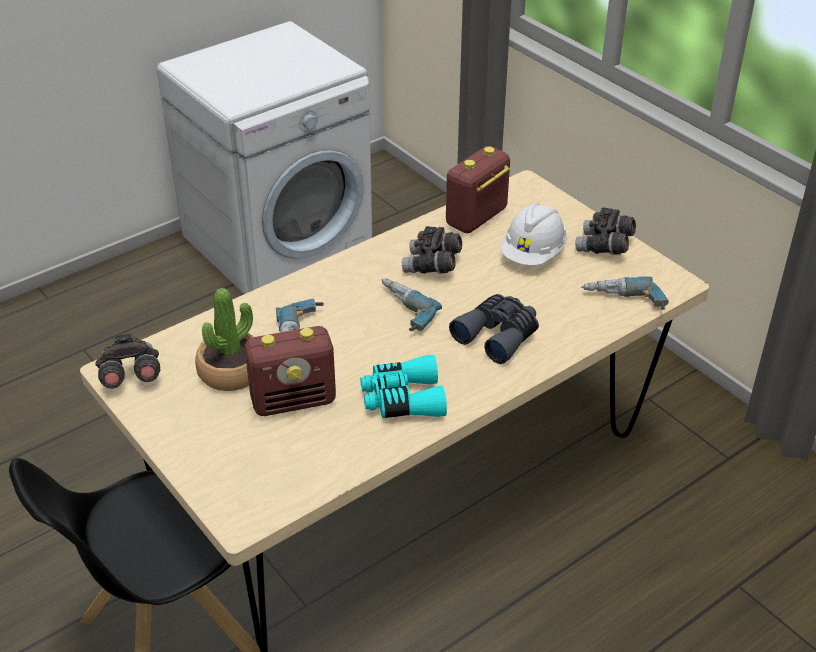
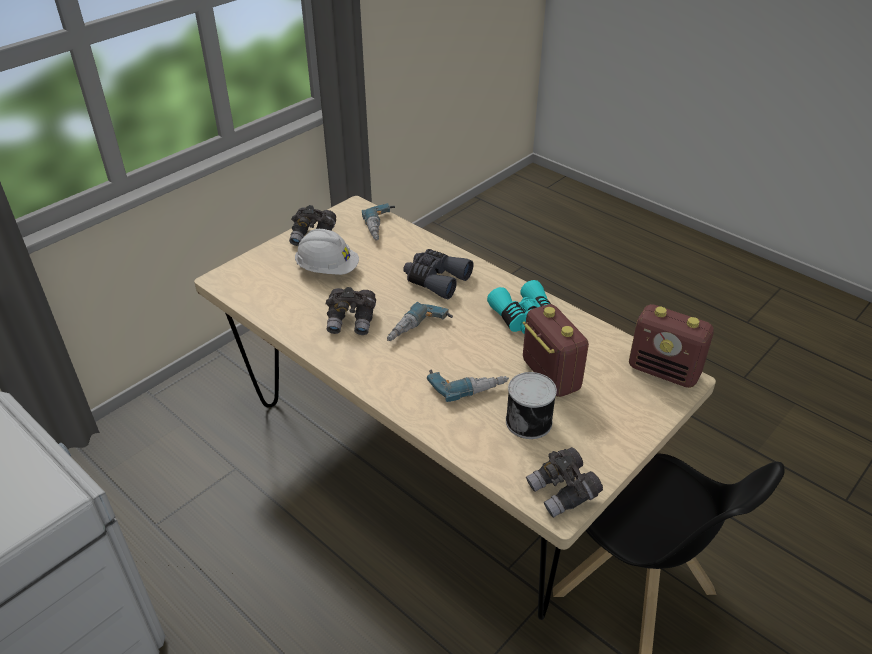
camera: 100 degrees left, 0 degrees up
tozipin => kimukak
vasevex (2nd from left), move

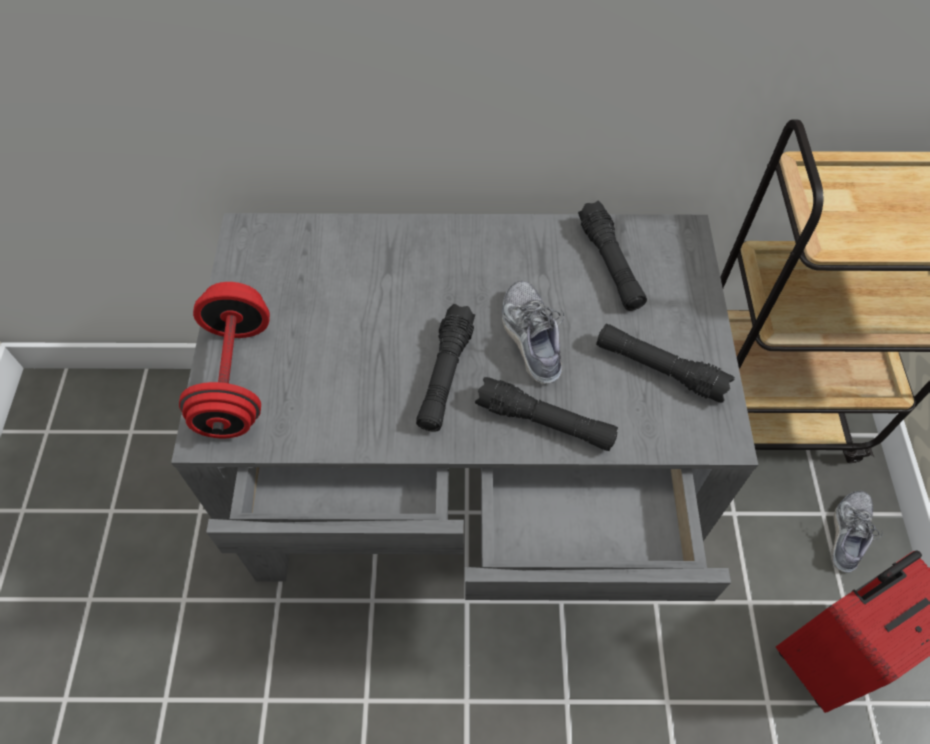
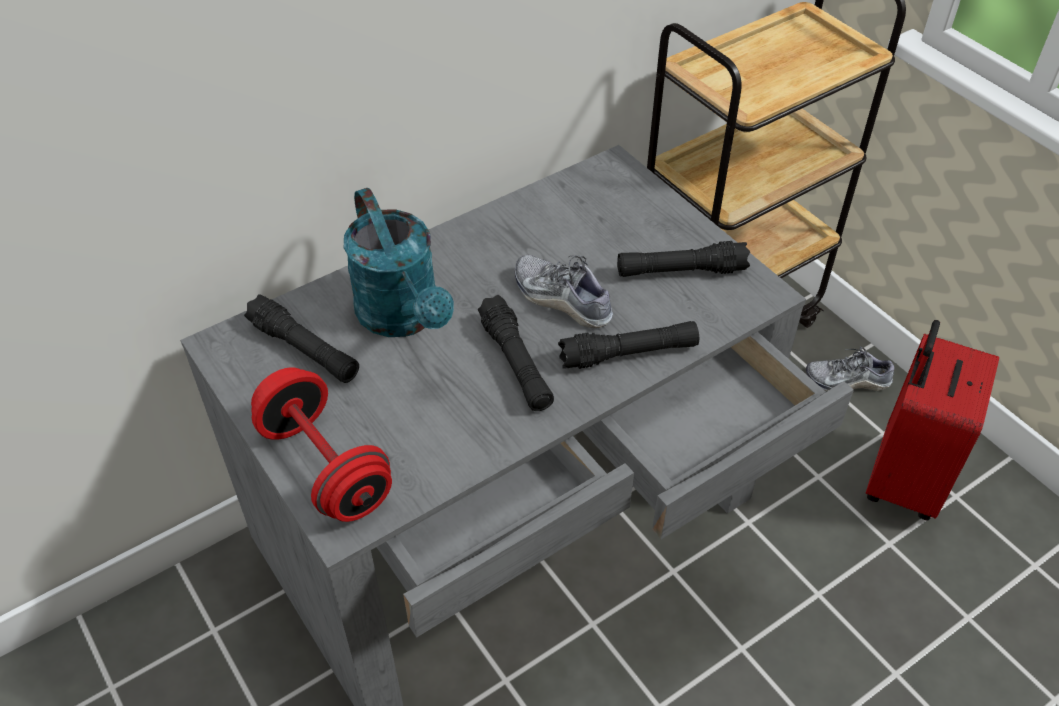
camera: 35 degrees left, 10 degrees down
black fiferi (3rd from left in the first image) => black fiferi (1st from left), move
nothing => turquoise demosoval
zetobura (2nd from left), 75 degrees counterclockwise

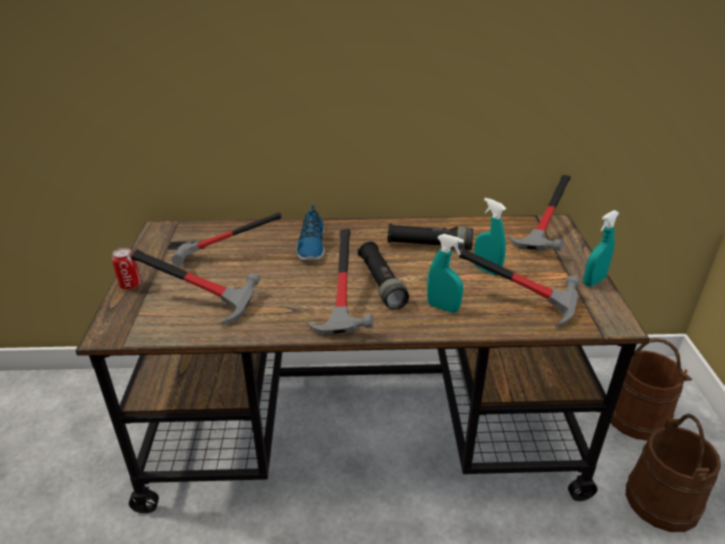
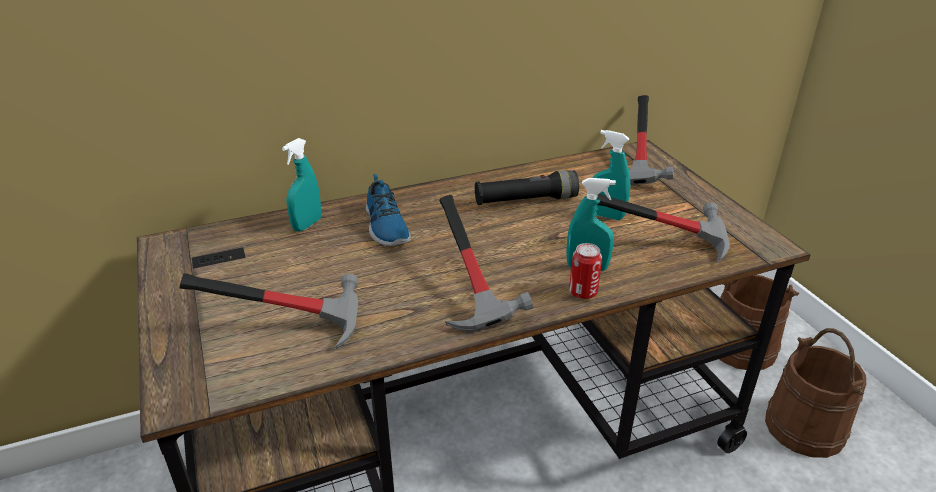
camera: 20 degrees left, 0 degrees up
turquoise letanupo (3rd from left in the first image) => turquoise letanupo (1st from left), move
kimukak, move
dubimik (2nd from left) => nothing
black fiferi (1st from left) => nothing

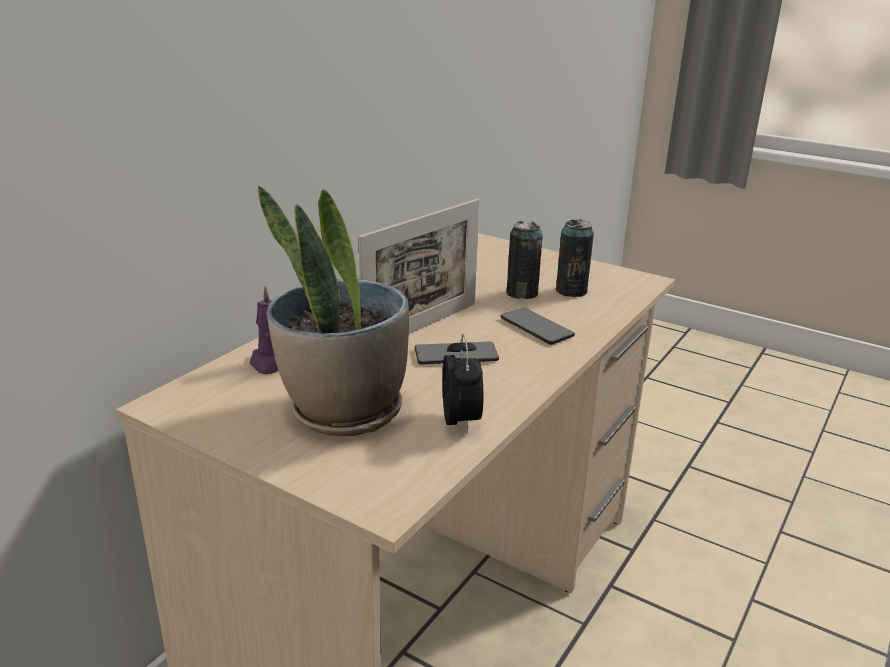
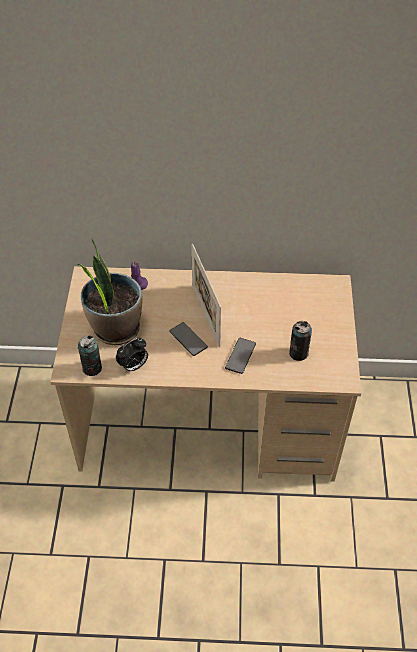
camera: 60 degrees right, 25 degrees up
kimukak (1st from left), move
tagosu, 60 degrees clockwise

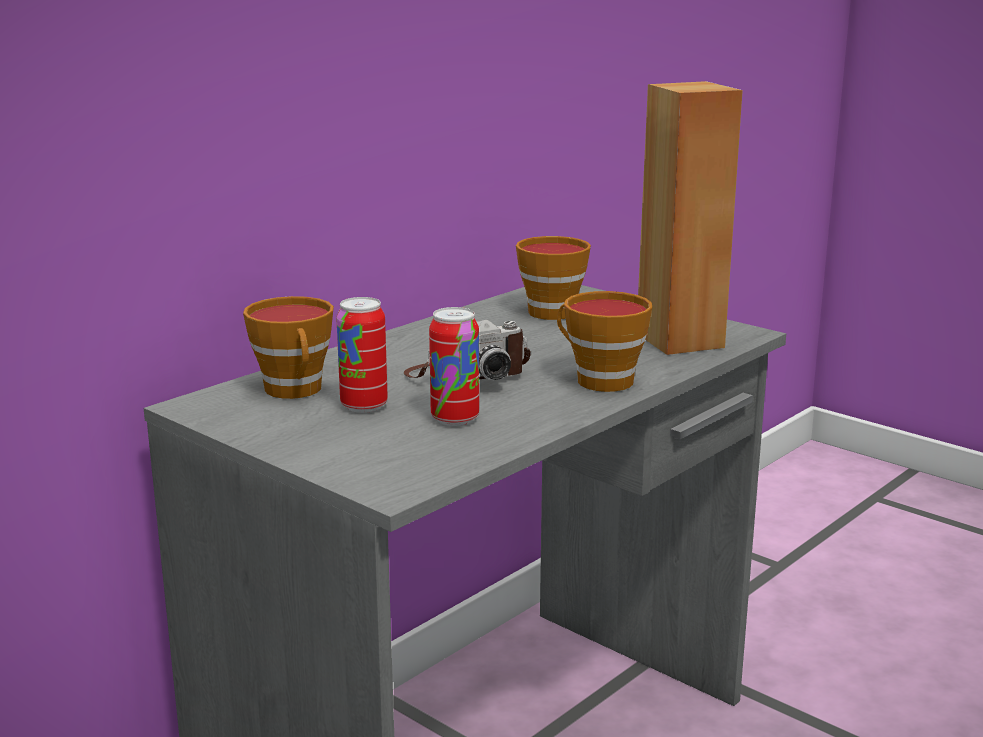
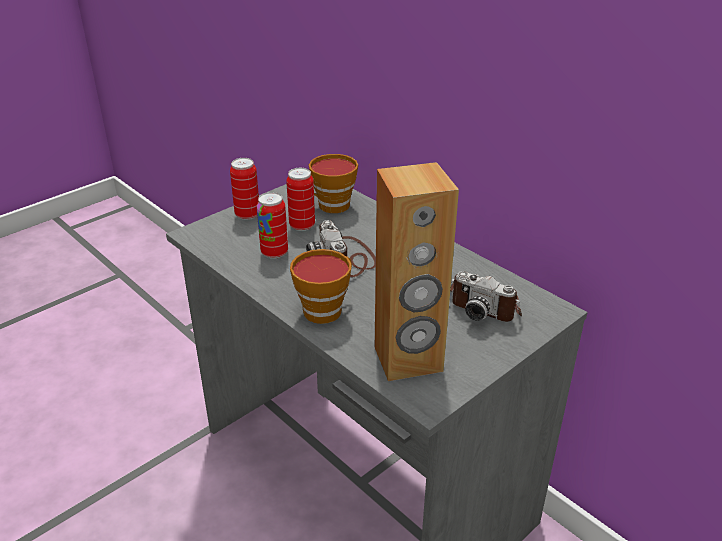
camera: 95 degrees right, 15 degrees up
nothing => kimukak (1st from left)
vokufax (2nd from left) => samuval (2nd from left)

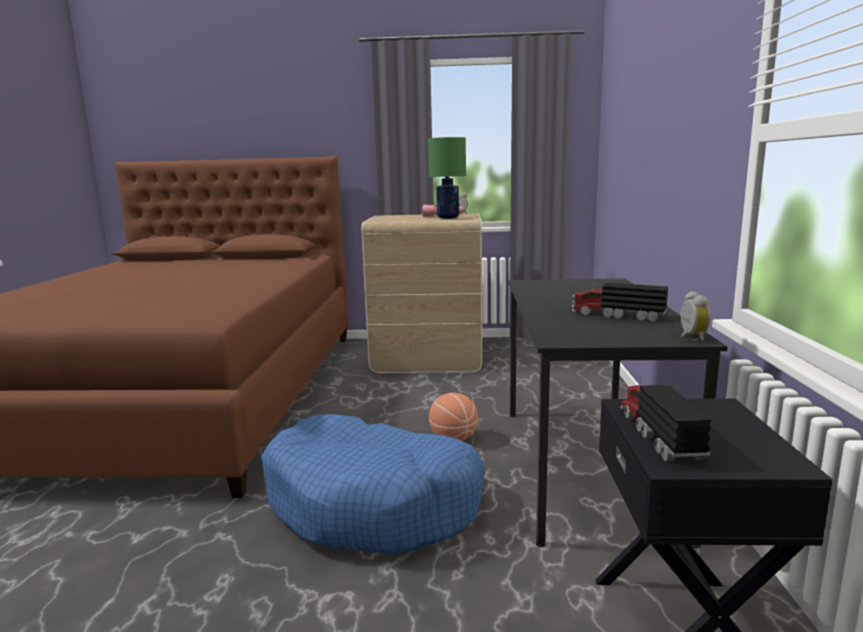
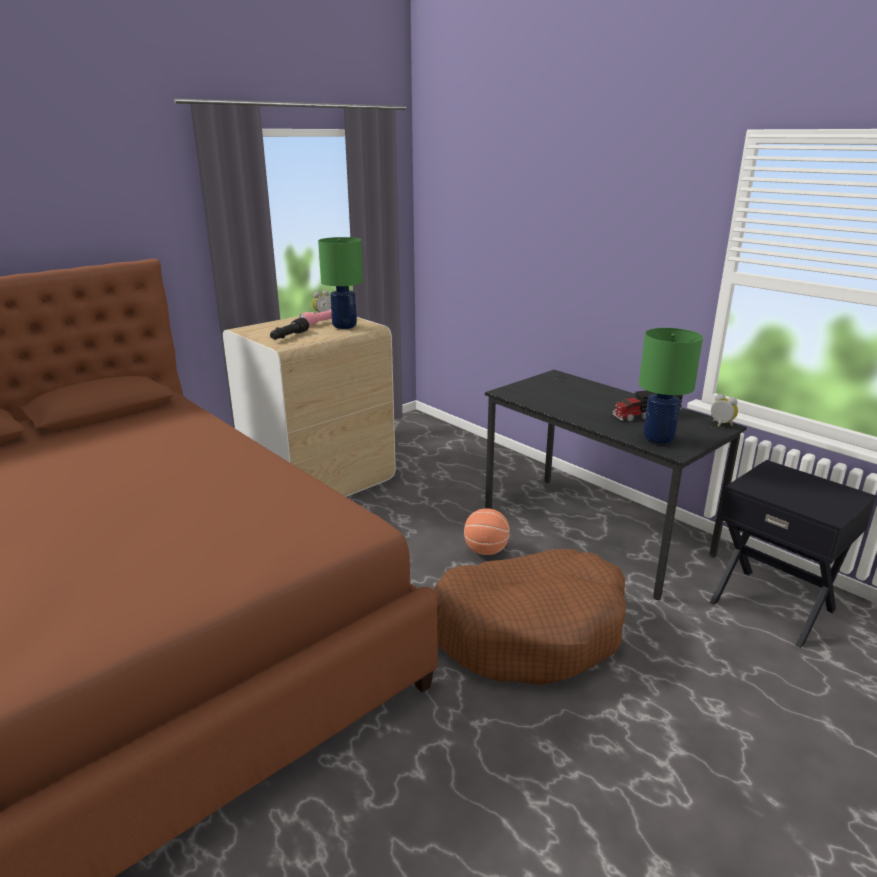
camera: 45 degrees left, 10 degrees up
nothing => black fiferi
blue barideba => brown barideba
nothing => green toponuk (2nd from left)
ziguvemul (2nd from left) => nothing

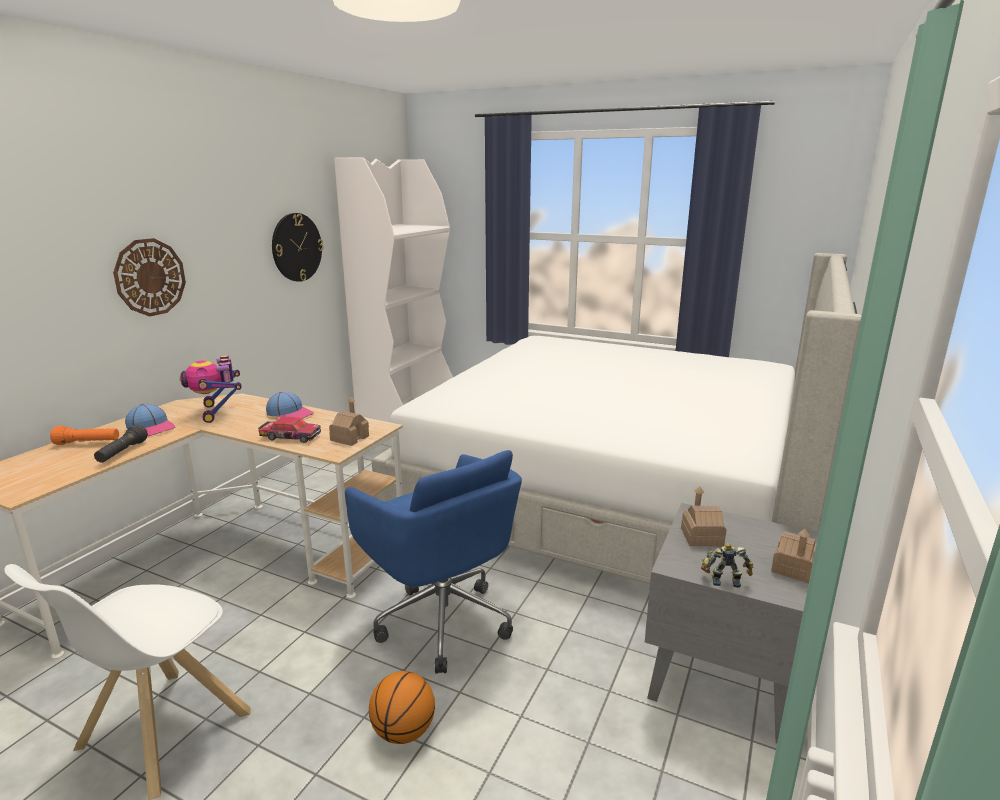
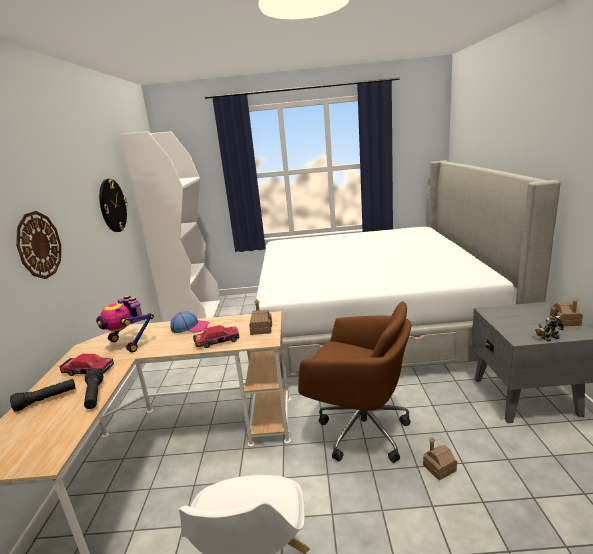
camera: 25 degrees left, 0 degrees up
orange fiferi => black fiferi (1st from left)
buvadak (1st from left) => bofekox (1st from left)
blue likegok => brown likegok
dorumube (2nd from left), move
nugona => nothing

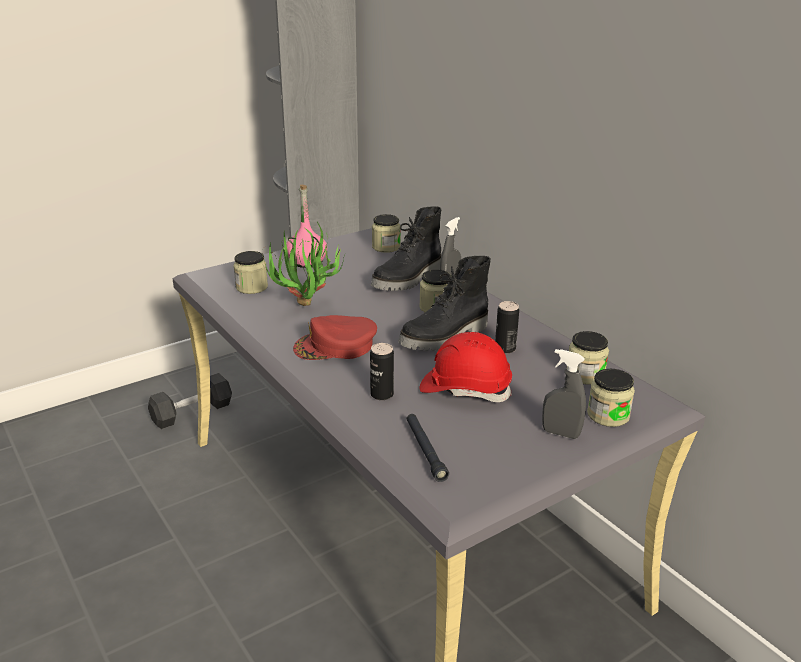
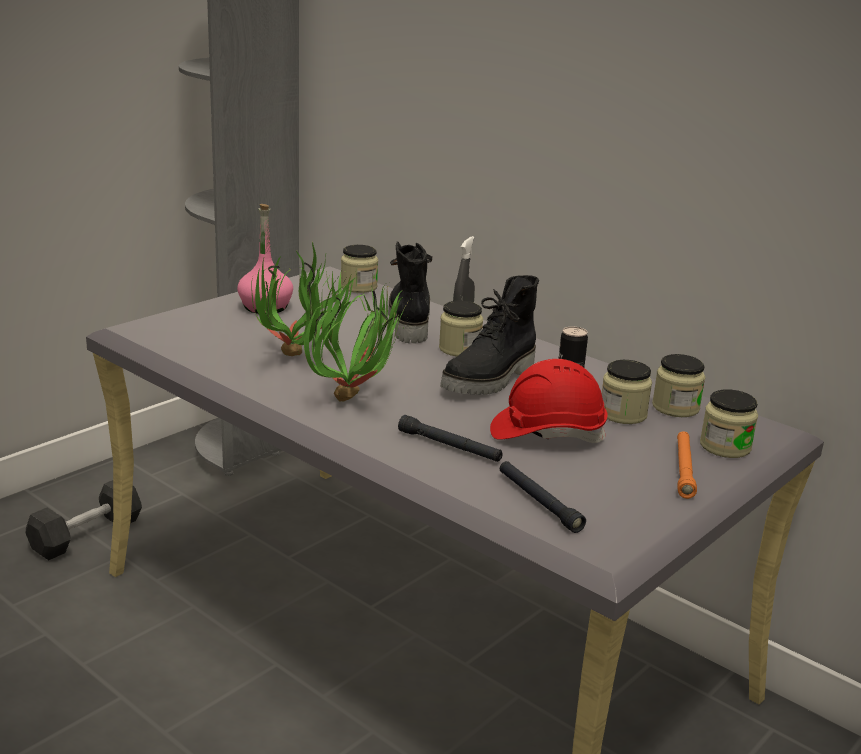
camera: 15 degrees left, 5 degrees down
red buvadak => tozipin (2nd from left)
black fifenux (1st from left), 150 degrees clockwise
kimukak (1st from left) => black fiferi (1st from left)
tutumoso (1st from left in the first image) => tutumoso (3rd from left), move
grey letanupo (2nd from left) => orange fiferi

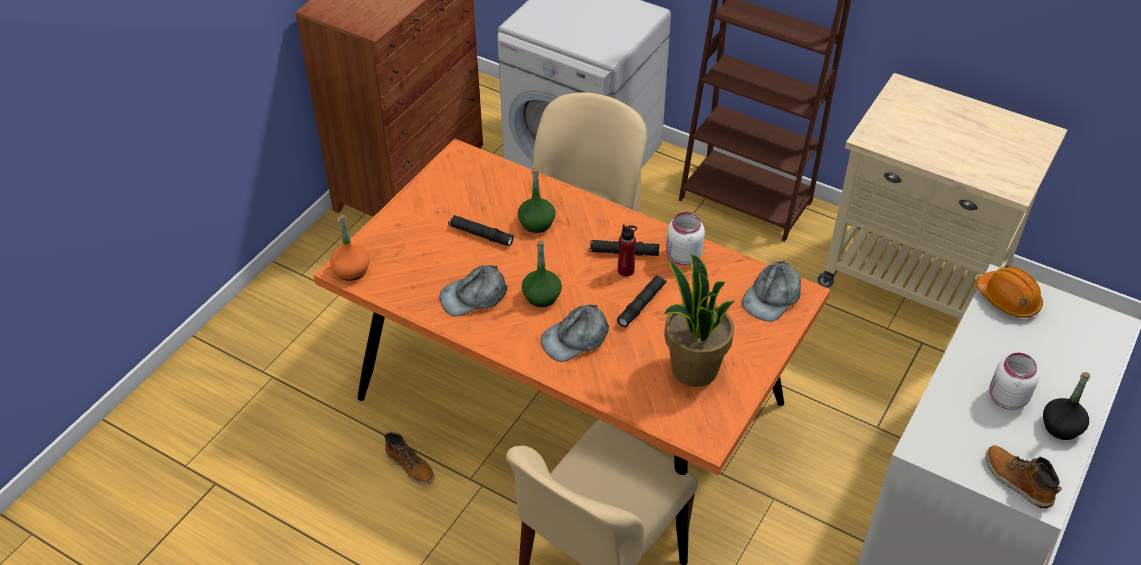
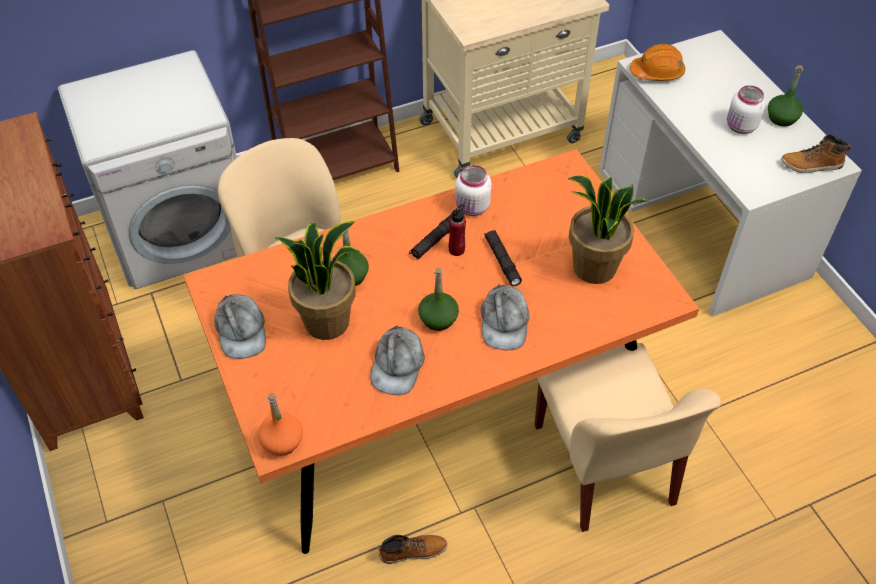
camera: 55 degrees left, 5 degrees up
grey buvadak (3rd from left in the first image) => grey buvadak (1st from left), move
black fiferi (1st from left) => tozipin (1st from left)
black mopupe => green mopupe (3rd from left)

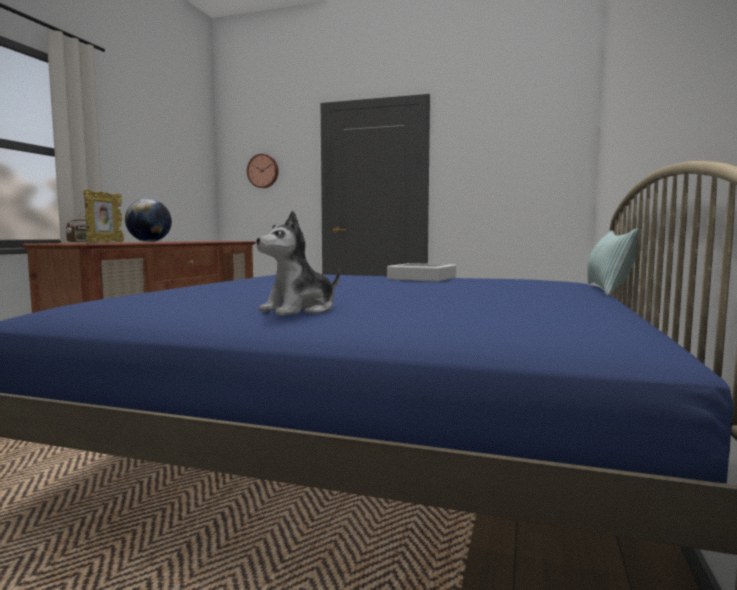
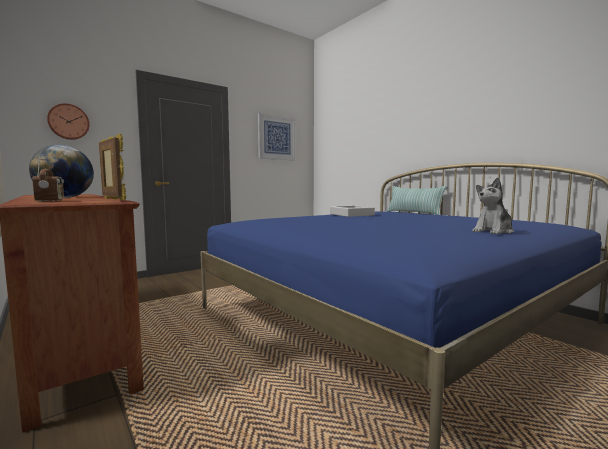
camera: 55 degrees left, 0 degrees up
nothing => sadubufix
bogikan, 60 degrees clockwise

